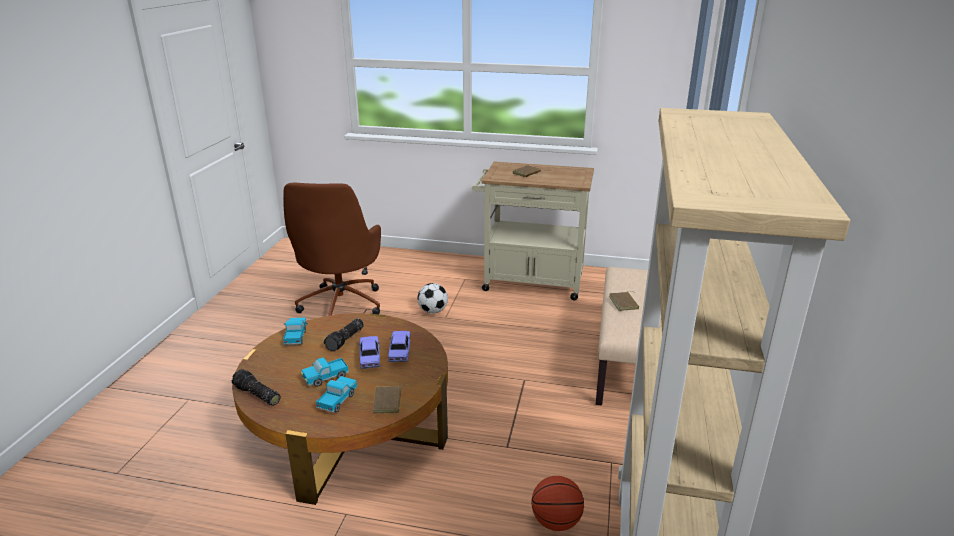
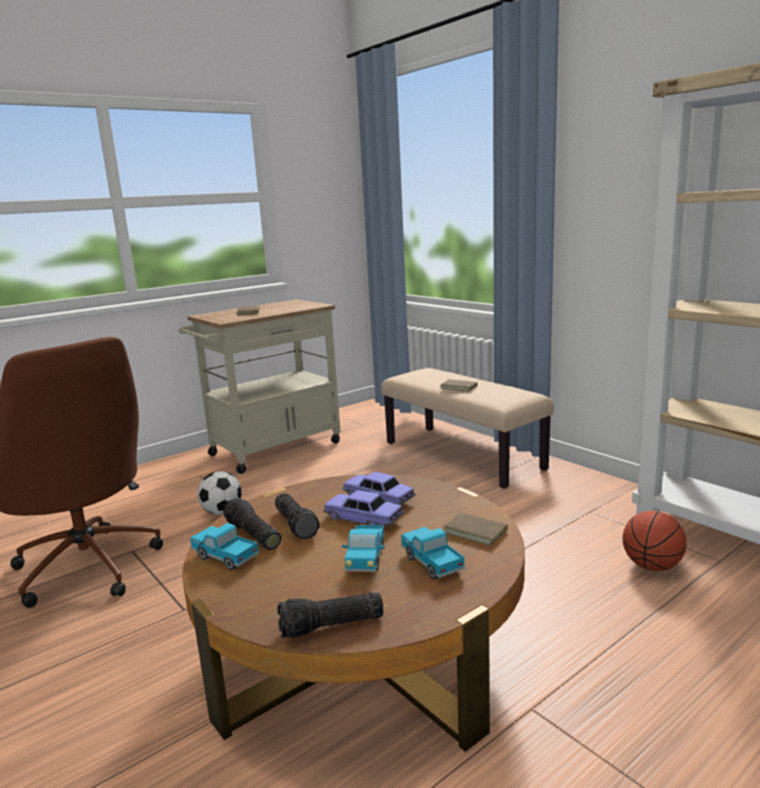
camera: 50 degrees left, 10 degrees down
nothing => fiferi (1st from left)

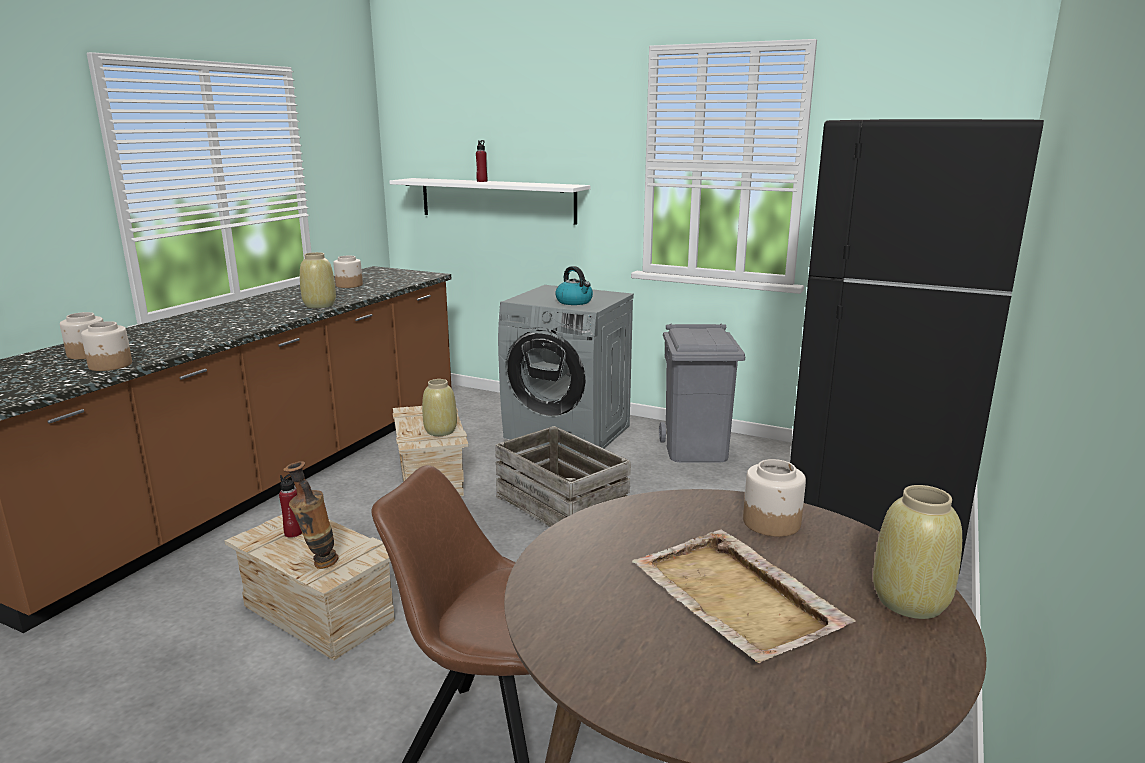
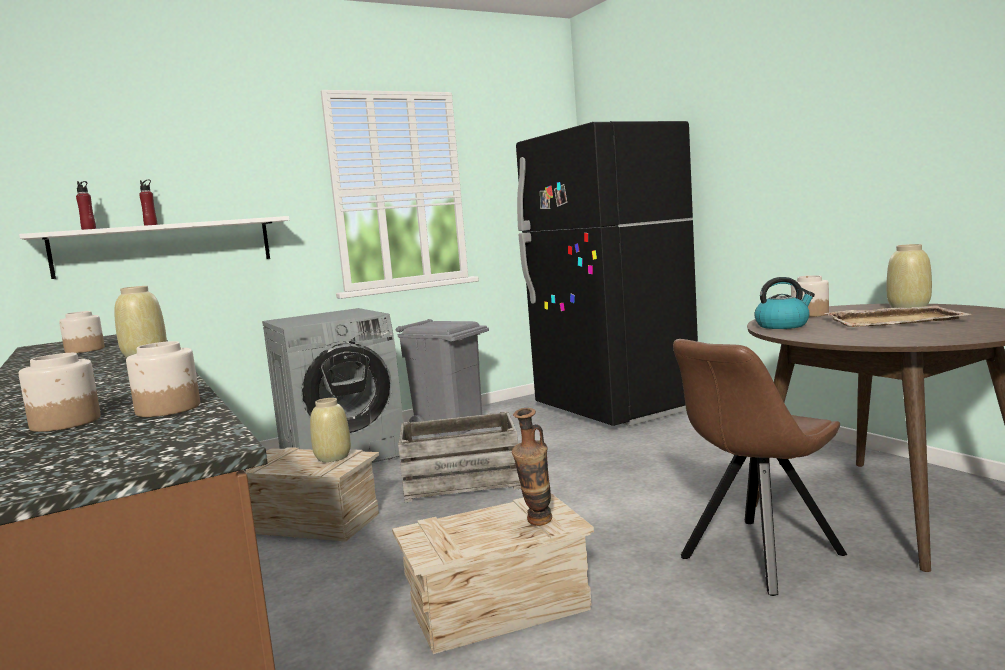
camera: 55 degrees left, 10 degrees down
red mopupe (1st from left), move
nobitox, move

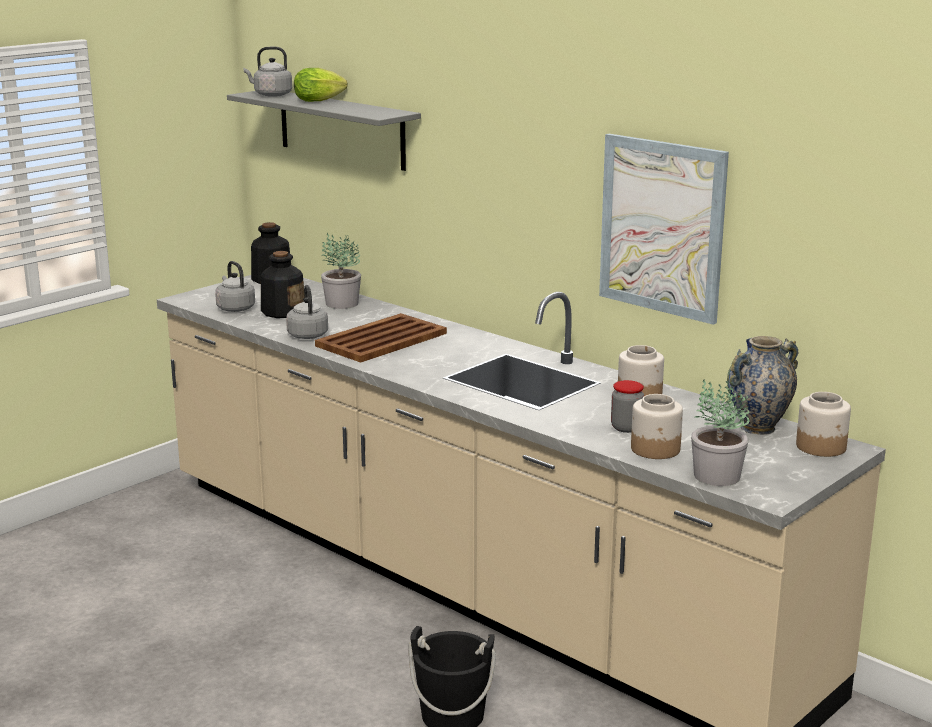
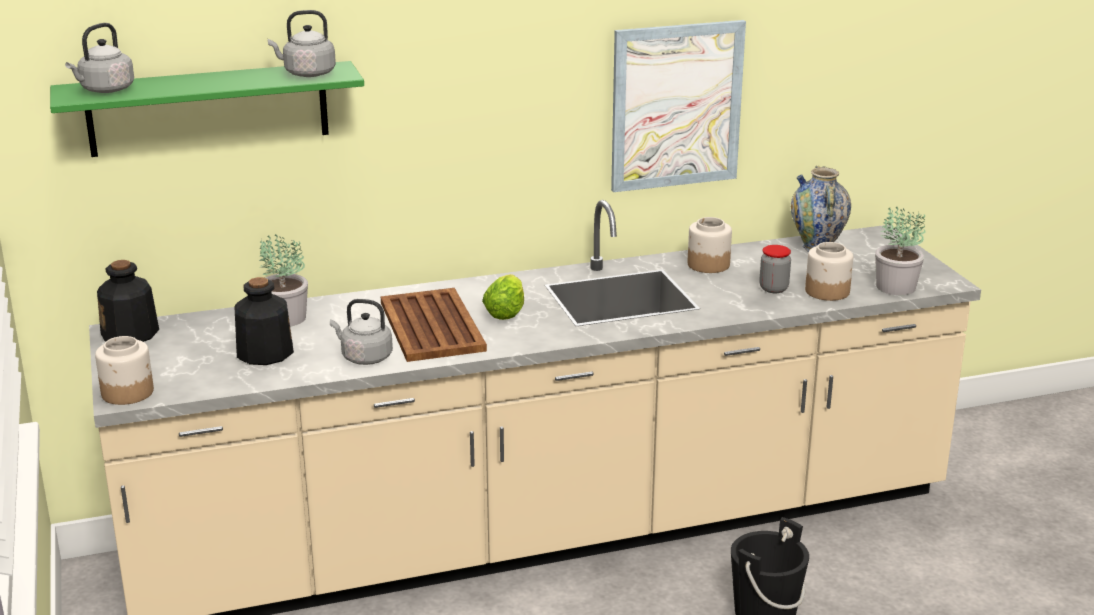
camera: 60 degrees left, 5 degrees up
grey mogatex => green mogatex
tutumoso (4th from left in the first image) => tutumoso (1st from left), move
grey nobitox (1st from left in the first image) => grey nobitox (2nd from left), move
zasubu, move

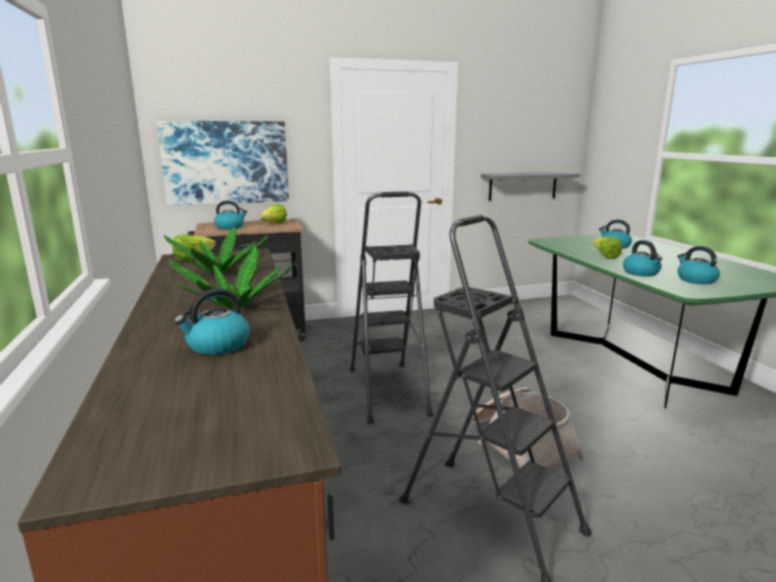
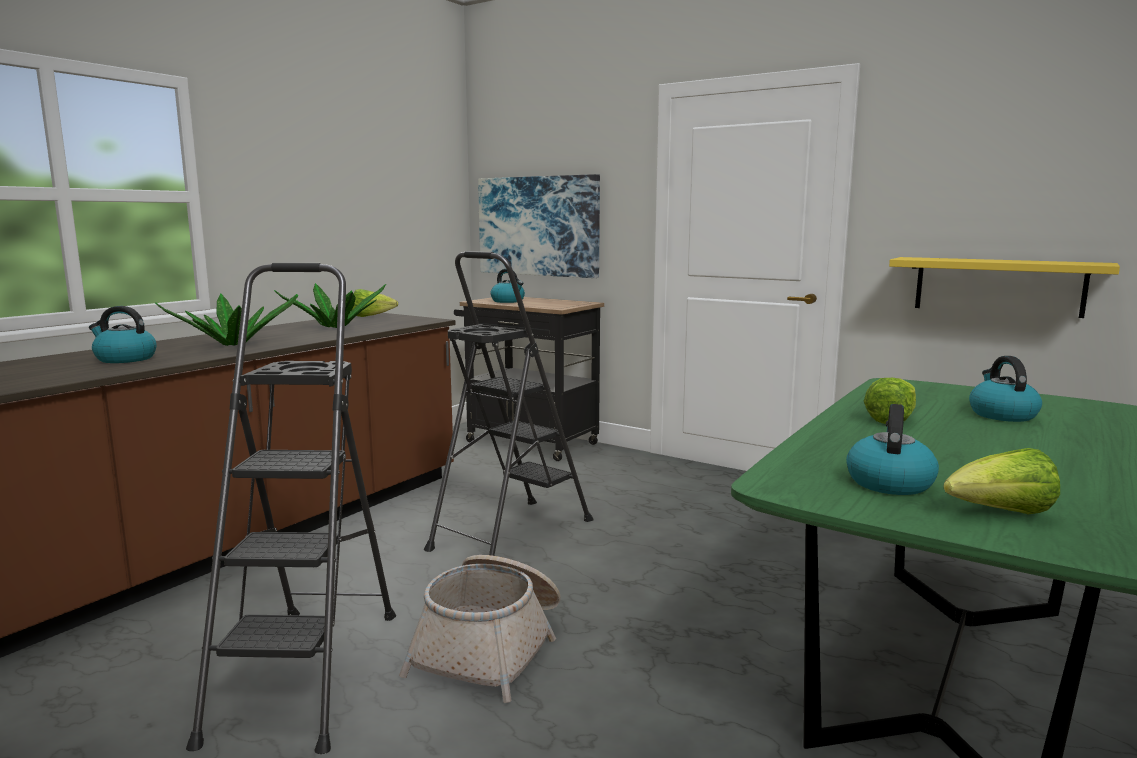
camera: 50 degrees right, 5 degrees down
grey mogatex => yellow mogatex
zasubu (2nd from left in the first image) => zasubu (3rd from left), move
nobitox (4th from left) => nothing

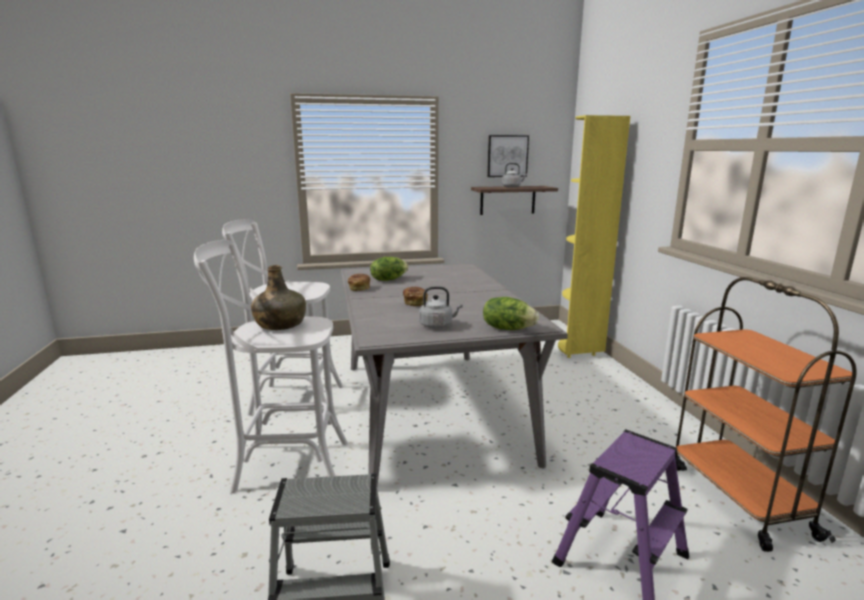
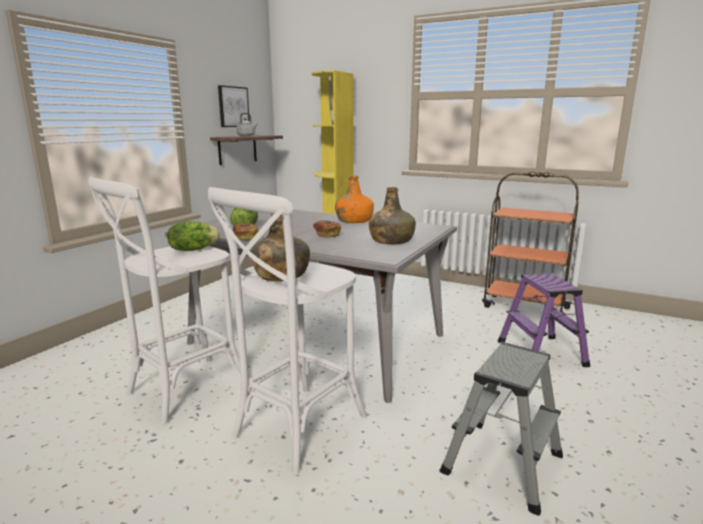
camera: 50 degrees left, 0 degrees up
zasubu (2nd from left in the first image) => zasubu (1st from left), move
nothing => orange mopupe
grey nobitox (1st from left) => green mopupe (2nd from left)

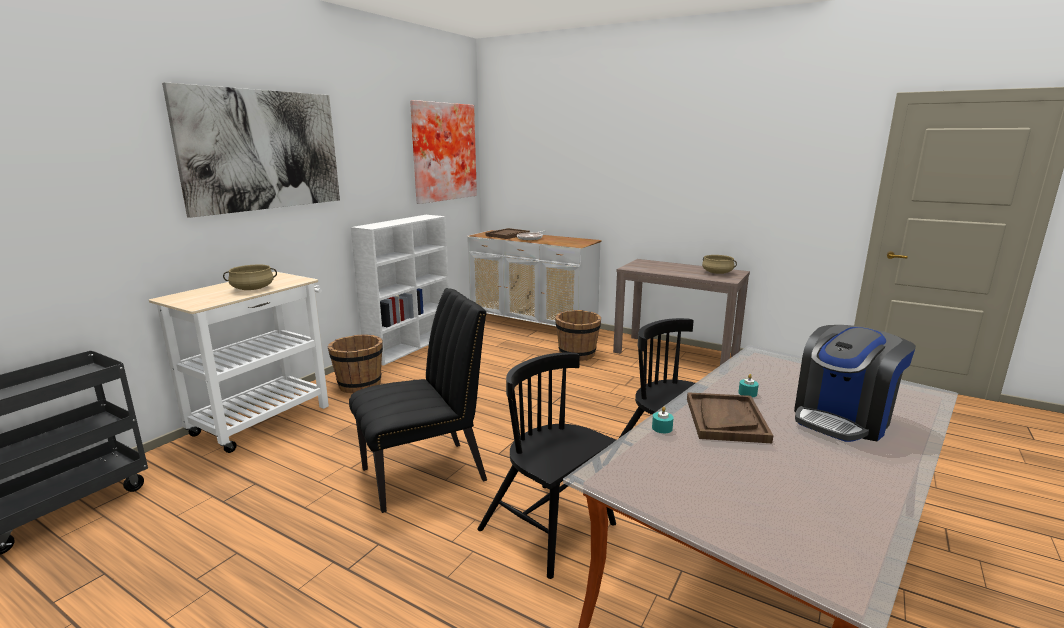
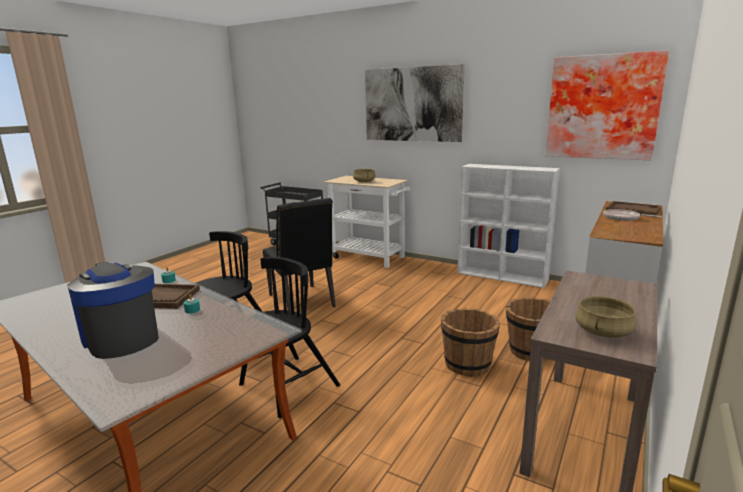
camera: 90 degrees right, 0 degrees up
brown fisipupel (1st from left), move

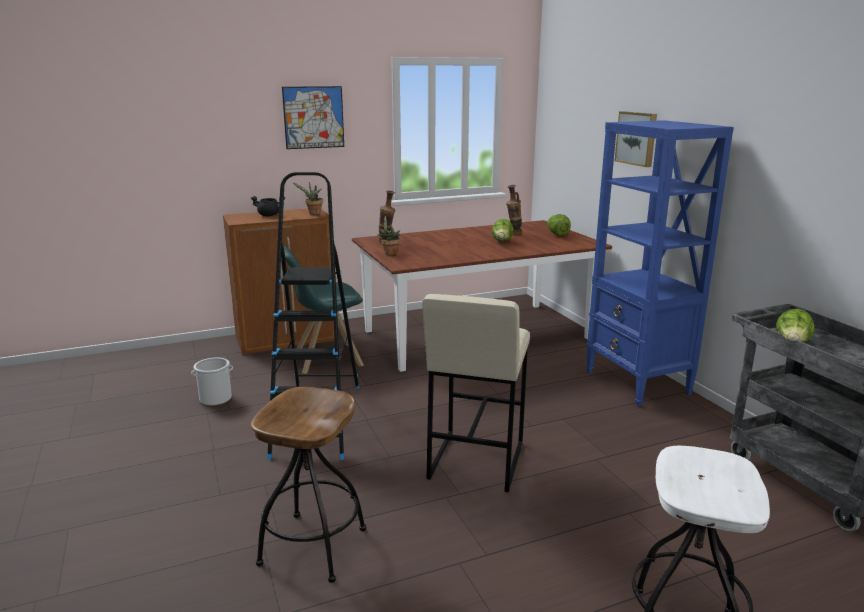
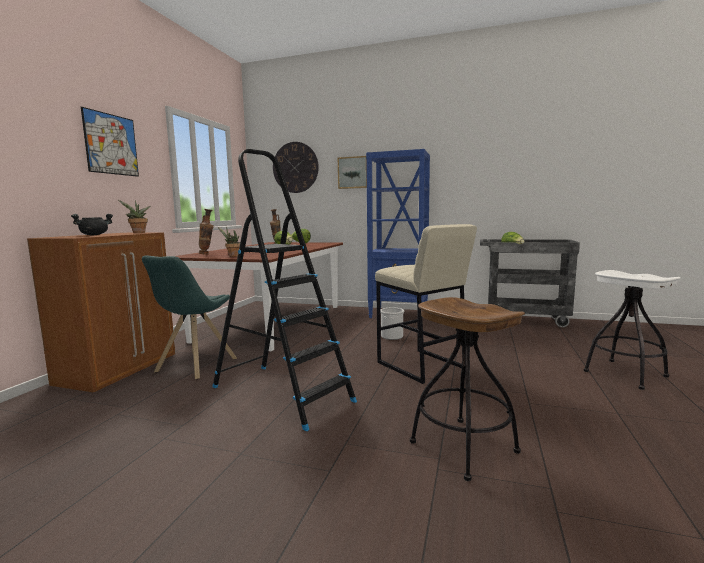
camera: 50 degrees left, 10 degrees down
nothing => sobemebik
fisipupel, move

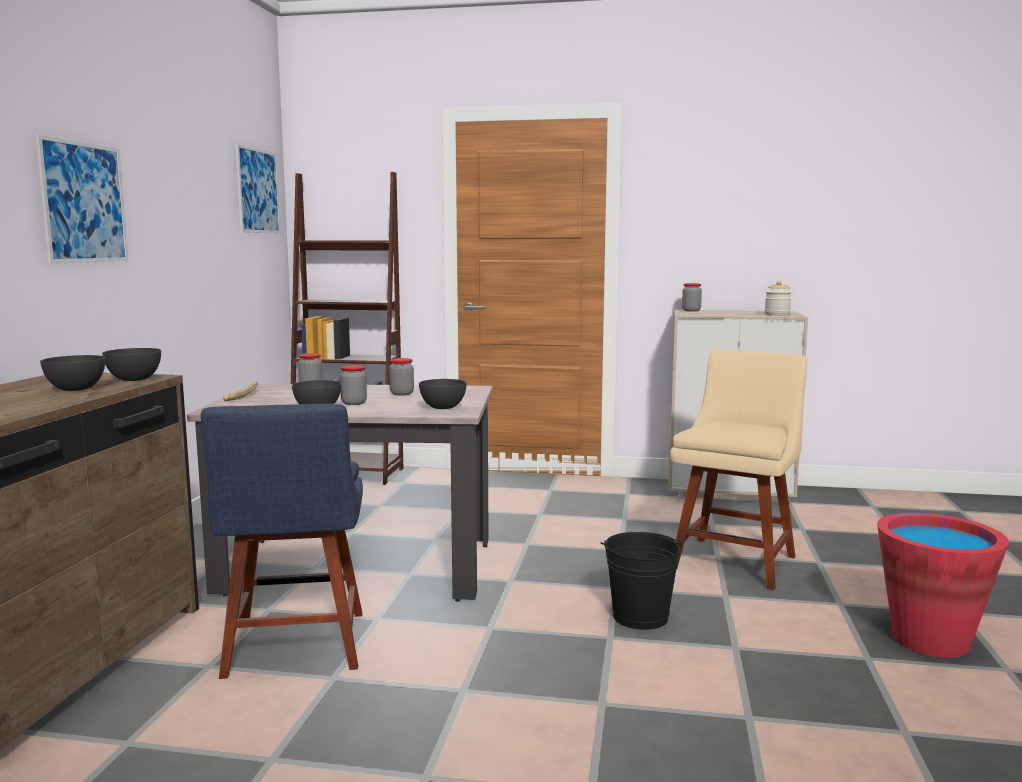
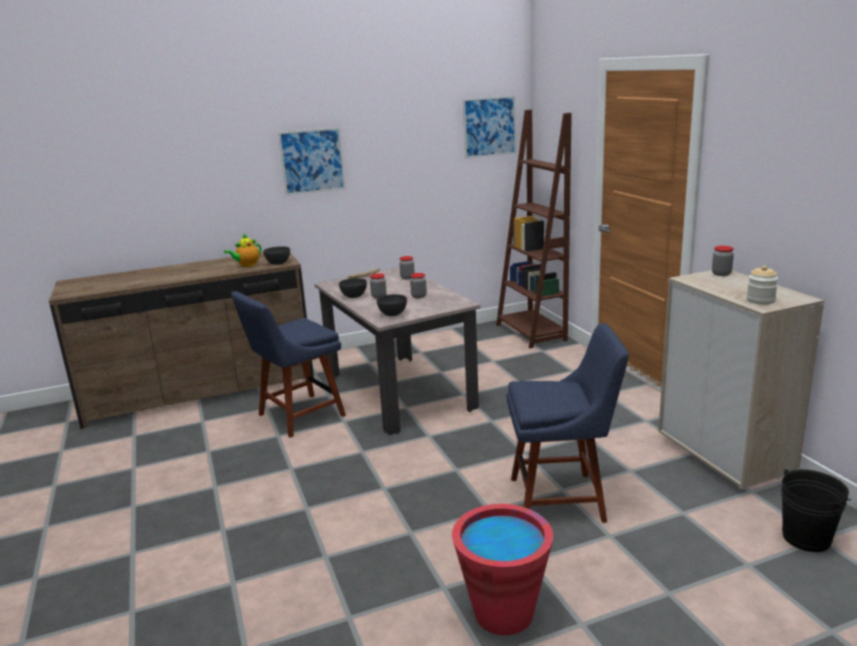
camera: 60 degrees right, 10 degrees up
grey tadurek (1st from left) => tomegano
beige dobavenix => blue dobavenix (2nd from left)
black fisipupel, move

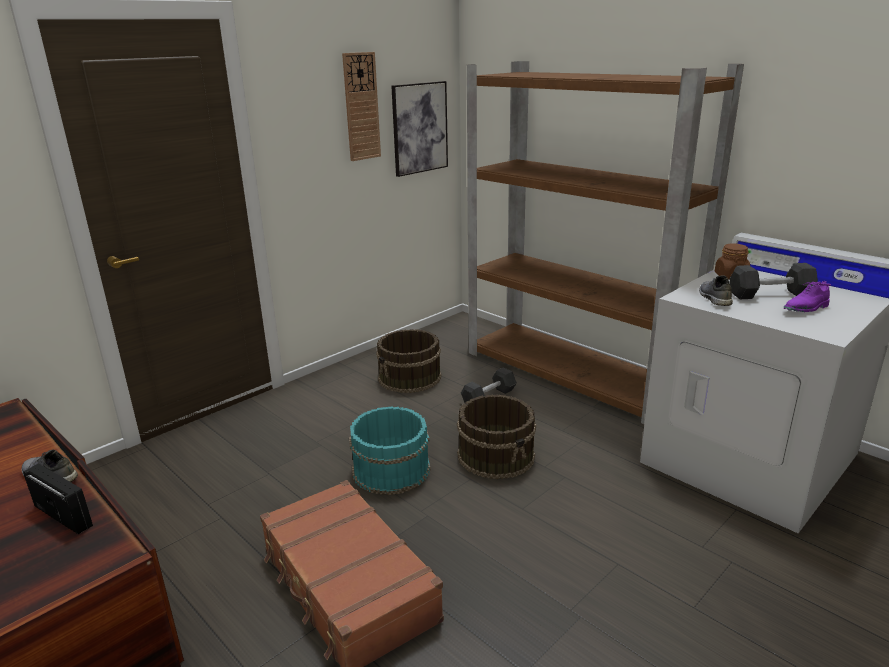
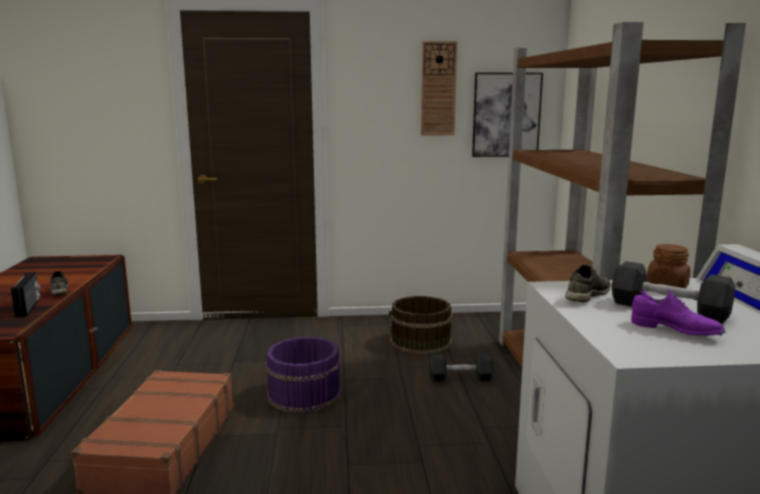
camera: 40 degrees right, 10 degrees down
turquoise fisipupel => purple fisipupel
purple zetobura, 150 degrees counterclockwise
brown fisipupel (2nd from left) => nothing

